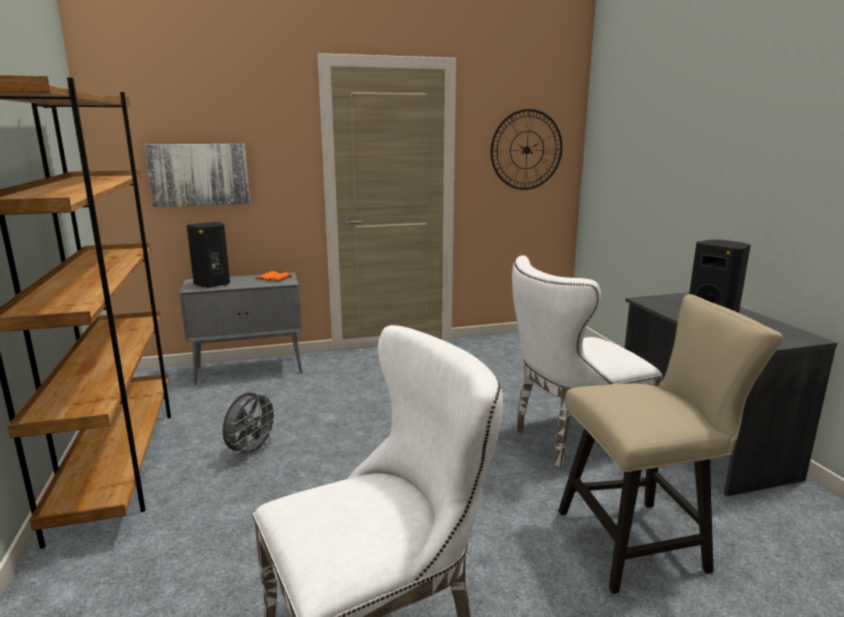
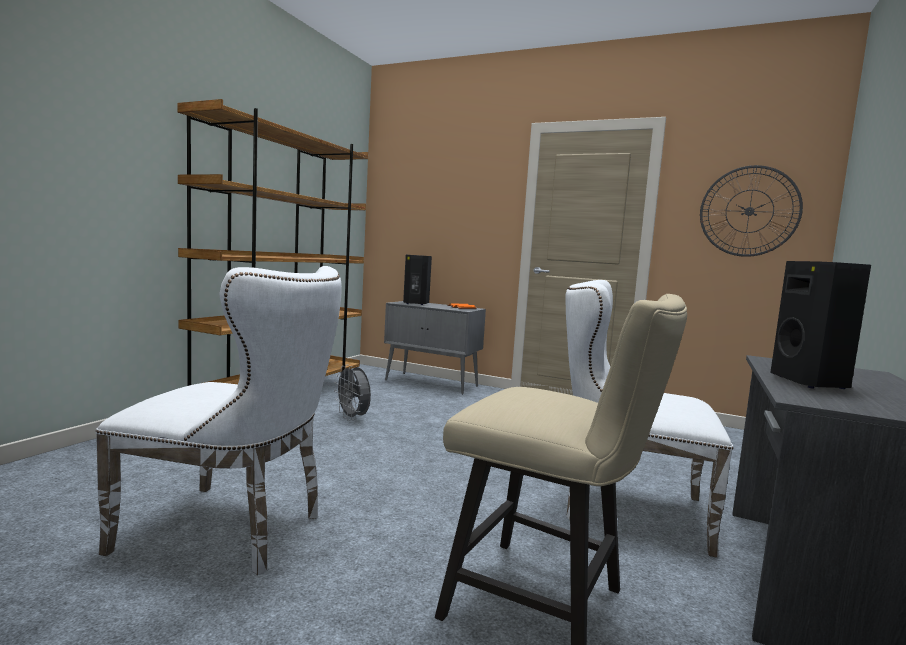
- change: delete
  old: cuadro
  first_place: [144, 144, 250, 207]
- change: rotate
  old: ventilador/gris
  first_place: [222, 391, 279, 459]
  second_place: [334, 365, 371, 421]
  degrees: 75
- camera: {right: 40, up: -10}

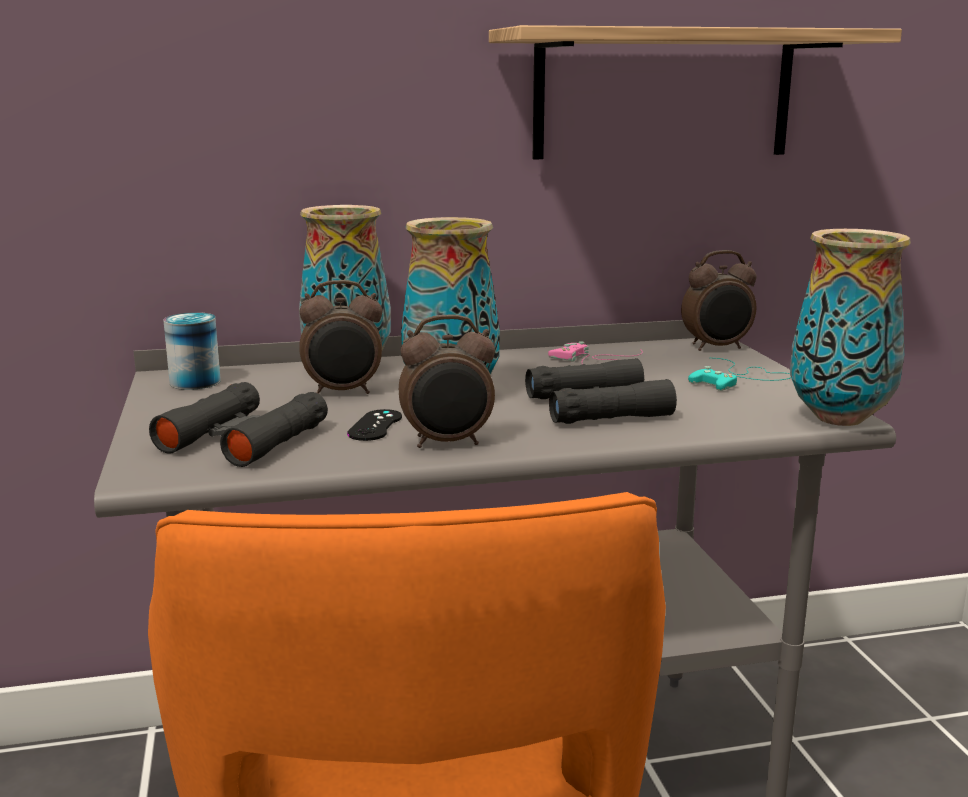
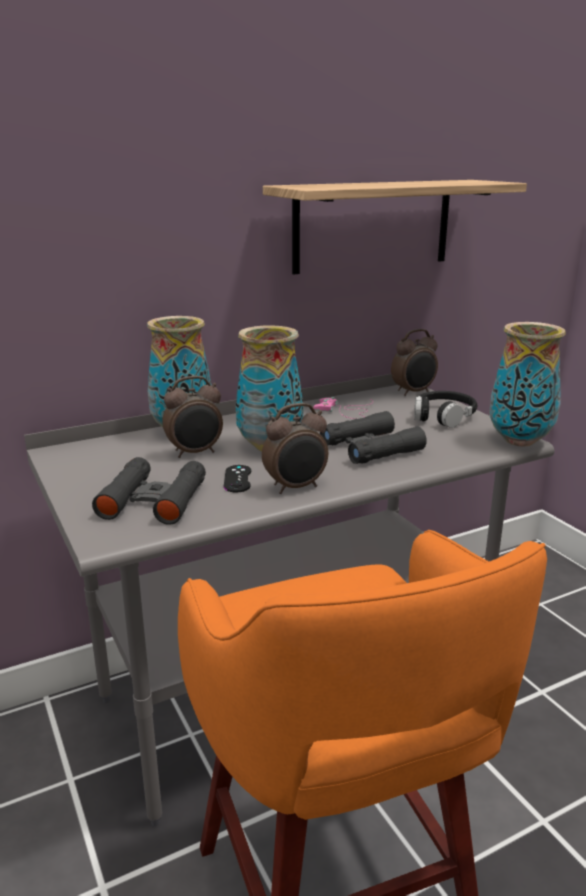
- change: delete
  old: lata
  first_place: [163, 312, 221, 390]
- change: replace
  old: mando de consola/turquesa
  new: auriculares/negro
  first_place: [688, 358, 791, 391]
  second_place: [414, 391, 477, 428]
- camera: {right: -15, up: 5}

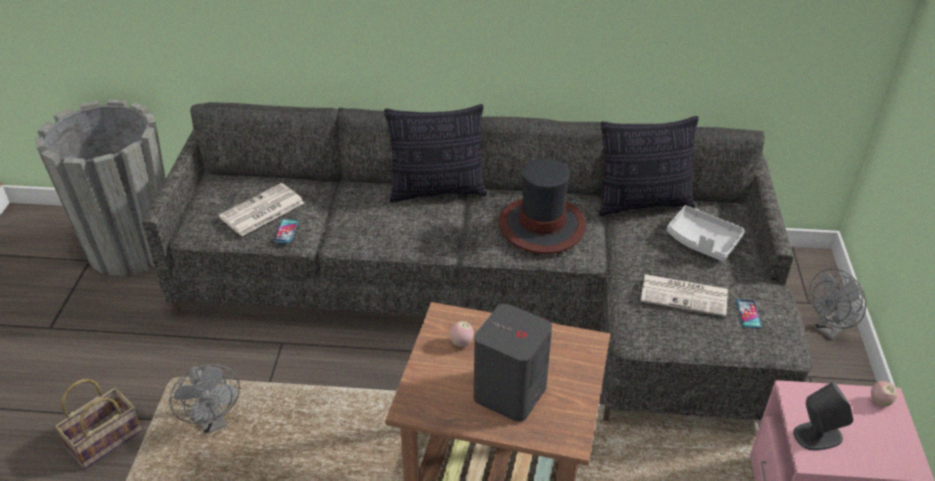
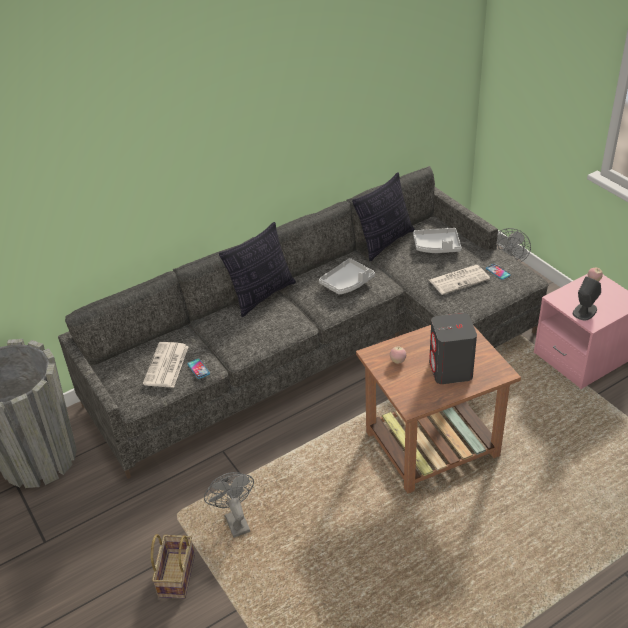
- change: replace
  old: sombrero
  new: bandeja/gris
  first_place: [498, 158, 586, 254]
  second_place: [319, 258, 375, 295]
- change: rotate
  old: ventilador/gris
  first_place: [170, 365, 240, 435]
  second_place: [204, 472, 254, 538]
  degrees: -135
- camera: {right: -35, up: 0}

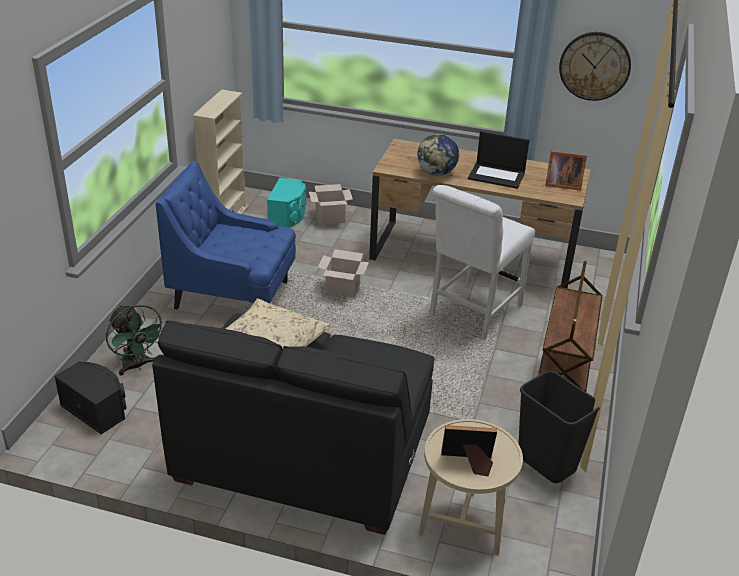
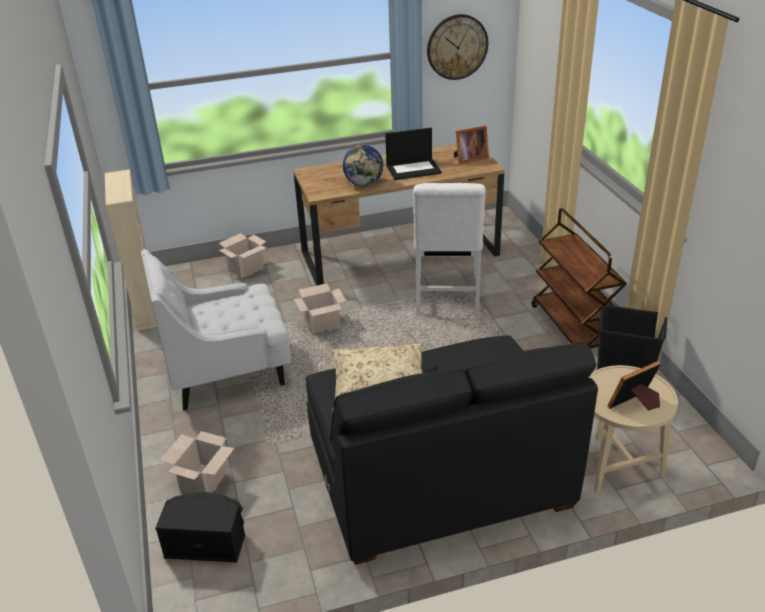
- change: recolor
  old: sillón/azul
  new: sillón/blanco
  first_place: [155, 161, 296, 310]
  second_place: [141, 249, 291, 411]
- change: delete
  old: altavoz/turquesa
  first_place: [267, 178, 306, 228]
- change: replace
  old: ventilador/verde
  new: caja de cartón
  first_place: [106, 305, 165, 376]
  second_place: [160, 431, 235, 493]
- camera: {right: -30, up: 0}

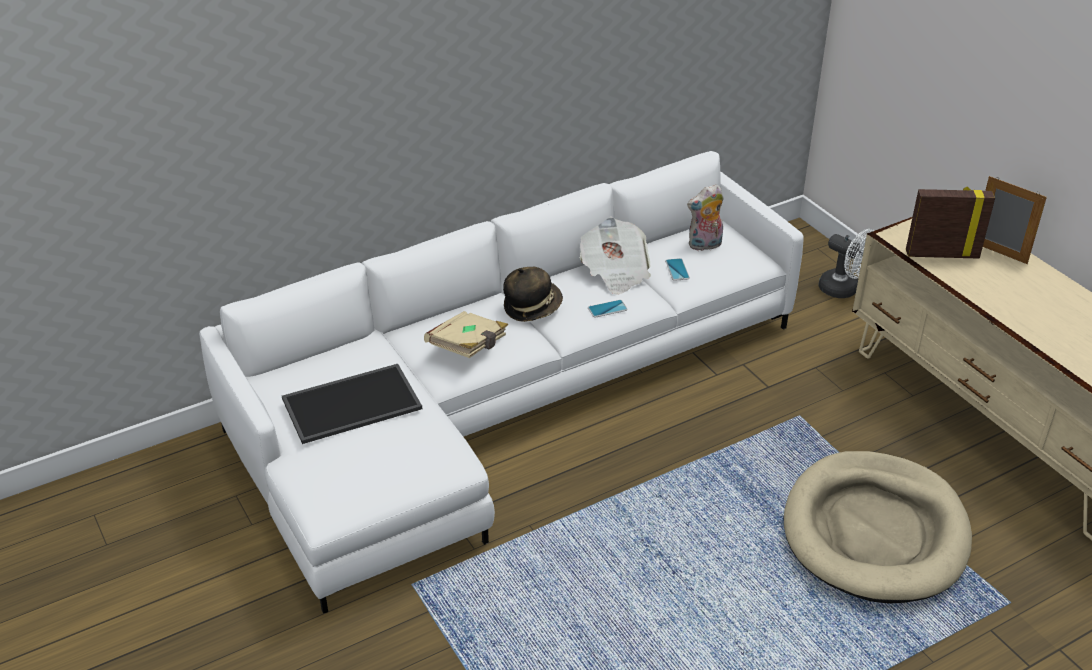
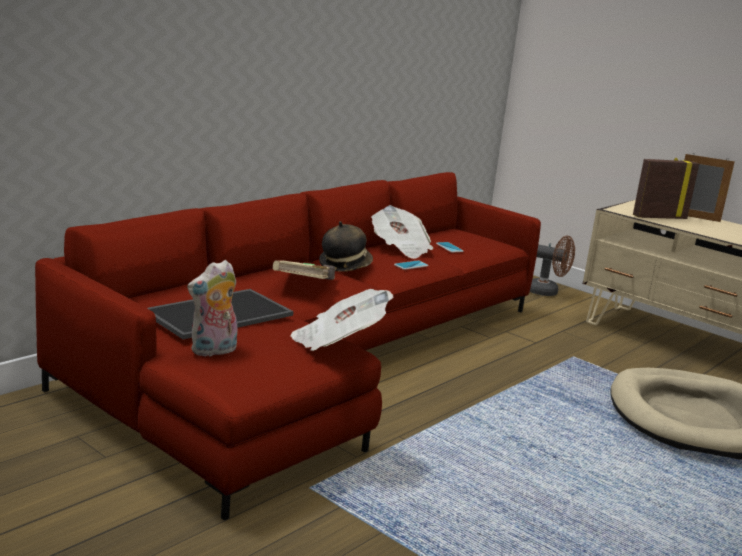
- change: recolor
  old: sofá/blanco
  new: sofá/rojo
  first_place: [199, 151, 804, 614]
  second_place: [35, 172, 541, 521]
- change: move
  old: peluche
  first_place: [687, 184, 724, 251]
  second_place: [187, 260, 238, 357]
- change: recolor
  old: ventilador/blanco
  new: ventilador/marrón
  first_place: [818, 229, 875, 298]
  second_place: [530, 236, 575, 296]
- change: insert
  new: periódico
  second_place: [290, 289, 394, 351]
- camera: {right: -20, up: -20}

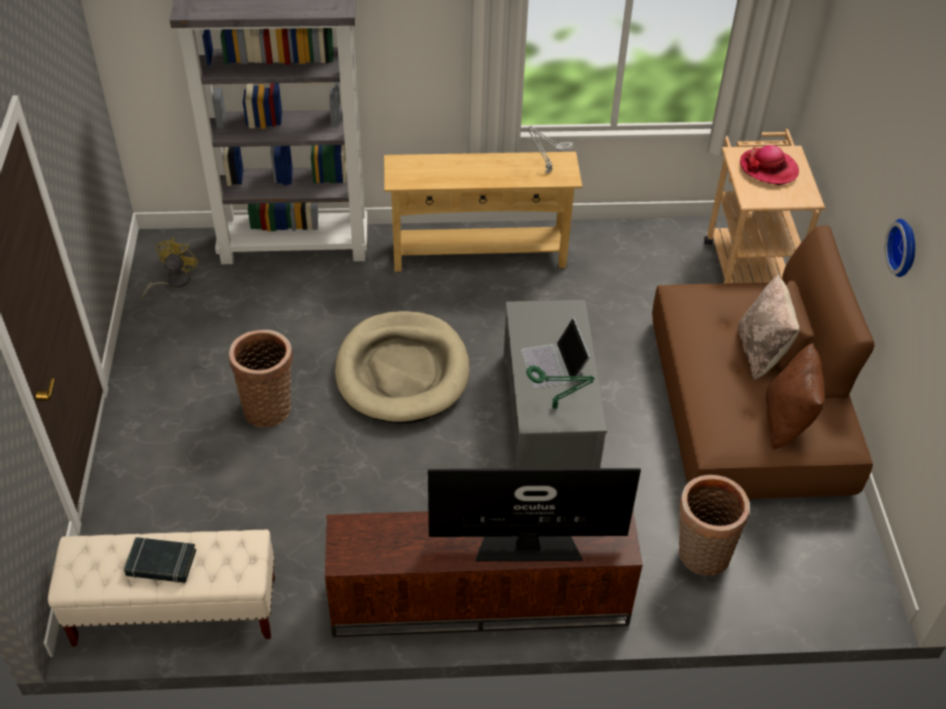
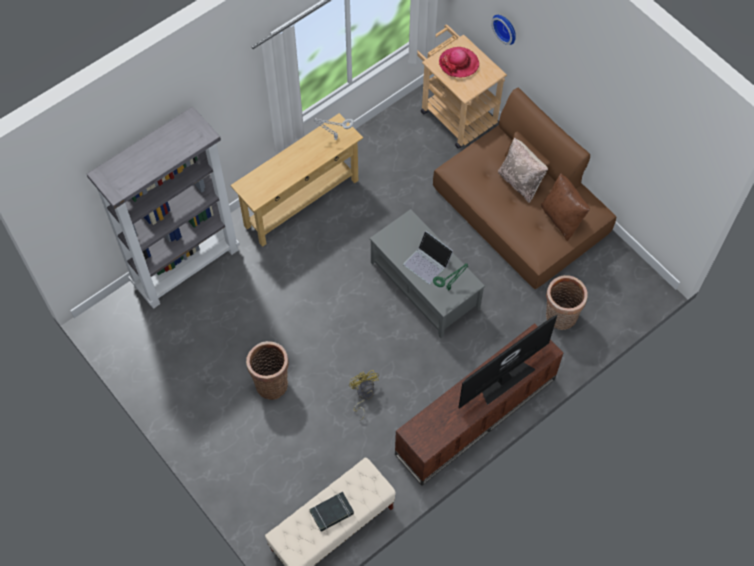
- change: move
  old: reloj de pared
  first_place: [885, 219, 915, 277]
  second_place: [491, 15, 516, 45]
- change: move
  old: ventilador/amarillo
  first_place: [142, 238, 199, 300]
  second_place: [349, 370, 379, 421]
- change: delete
  old: cama para perro/beis
  first_place: [335, 311, 469, 424]
- camera: {right: -35, up: 15}

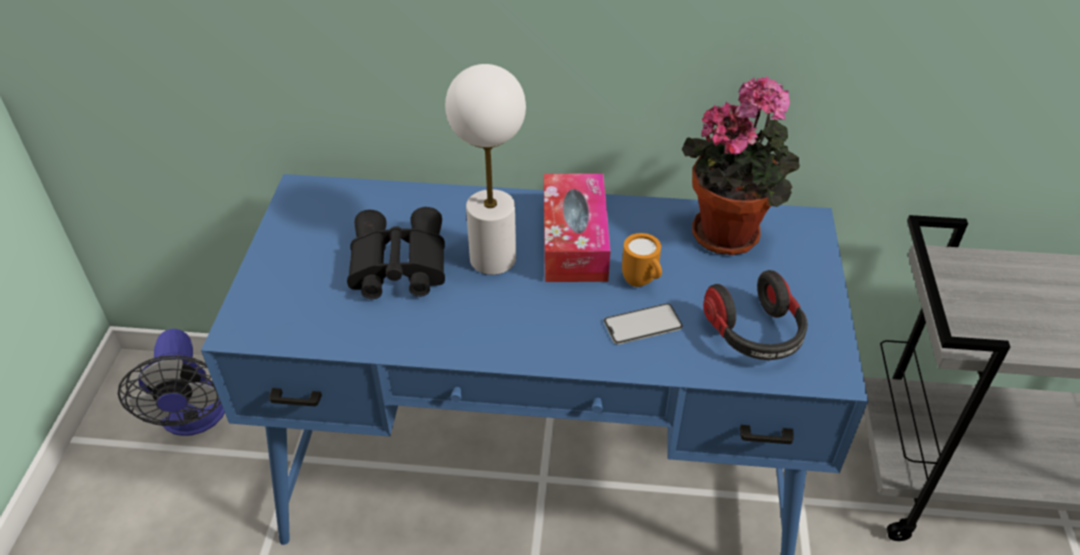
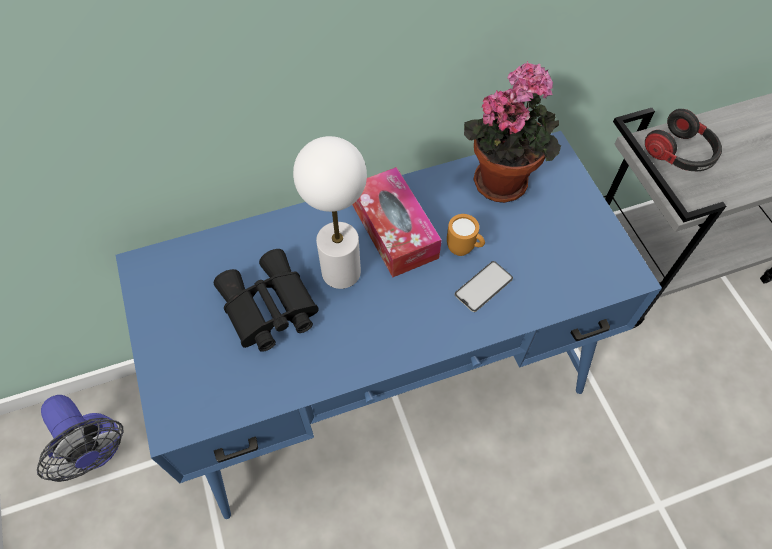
- change: move
  old: auriculares
  first_place: [703, 270, 808, 360]
  second_place: [645, 109, 722, 171]
- camera: {right: -25, up: 15}

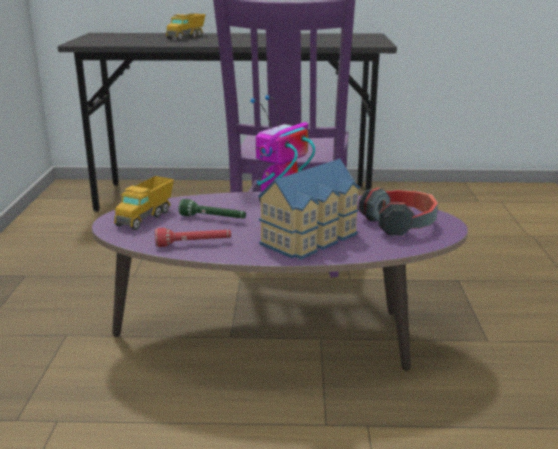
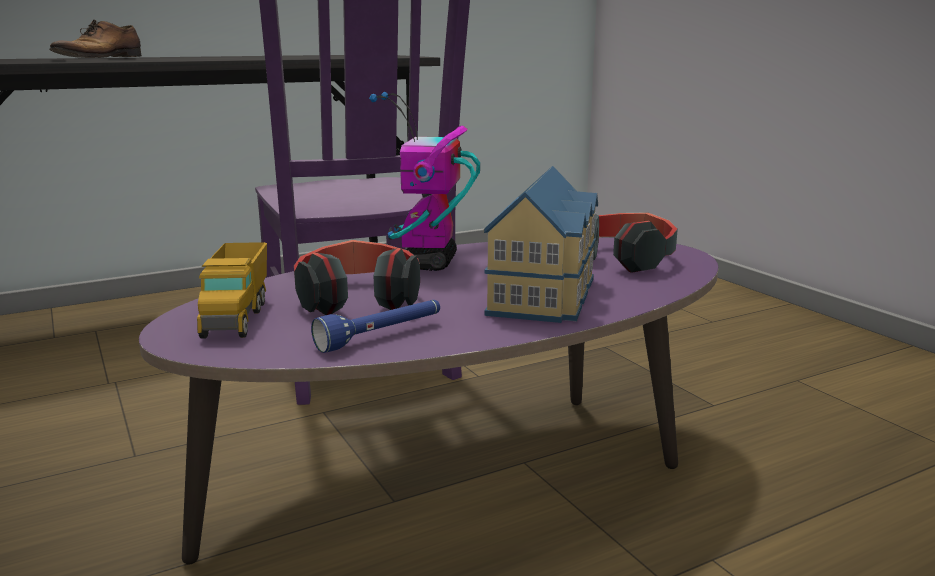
- change: replace
  old: camión de juguete
  new: zapato
  first_place: [166, 13, 206, 40]
  second_place: [49, 19, 141, 58]
- change: replace
  old: linterna/verde
  new: auriculares
  first_place: [179, 199, 246, 219]
  second_place: [294, 240, 420, 315]
- change: recolor
  old: linterna/rojo
  new: linterna/azul
  first_place: [155, 228, 231, 247]
  second_place: [311, 300, 440, 353]
- camera: {right: -30, up: -5}

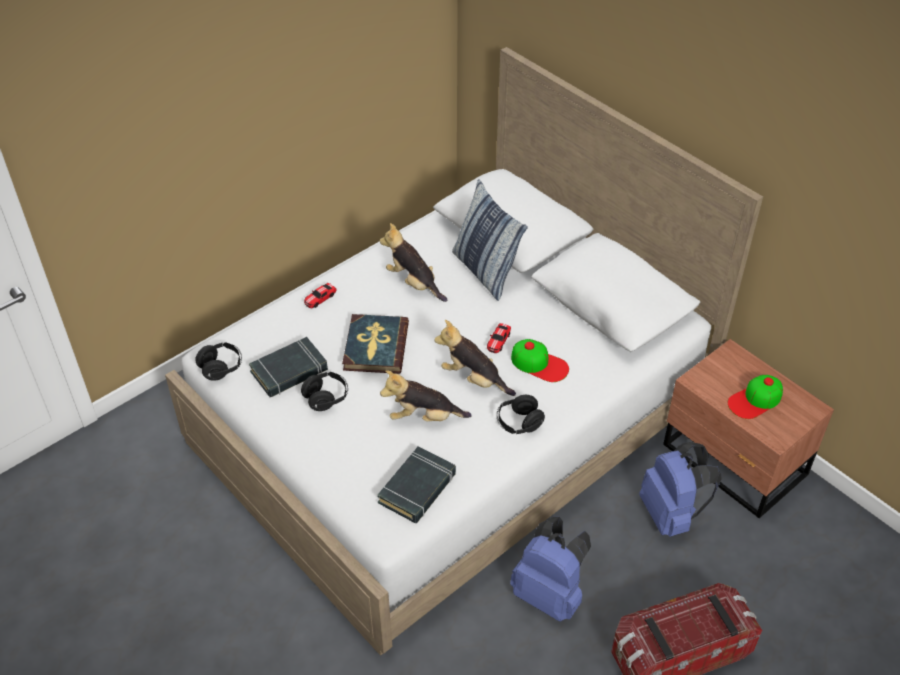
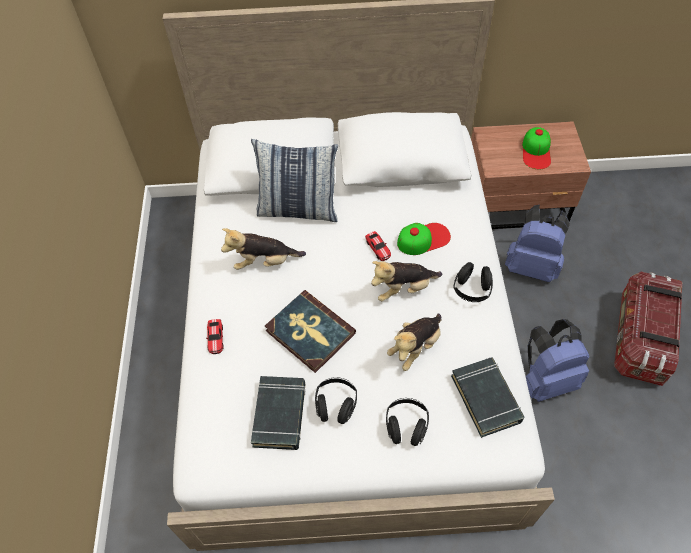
- change: move
  old: auriculares/negro
  first_place: [195, 342, 242, 381]
  second_place: [386, 398, 429, 446]
- camera: {right: -50, up: 10}

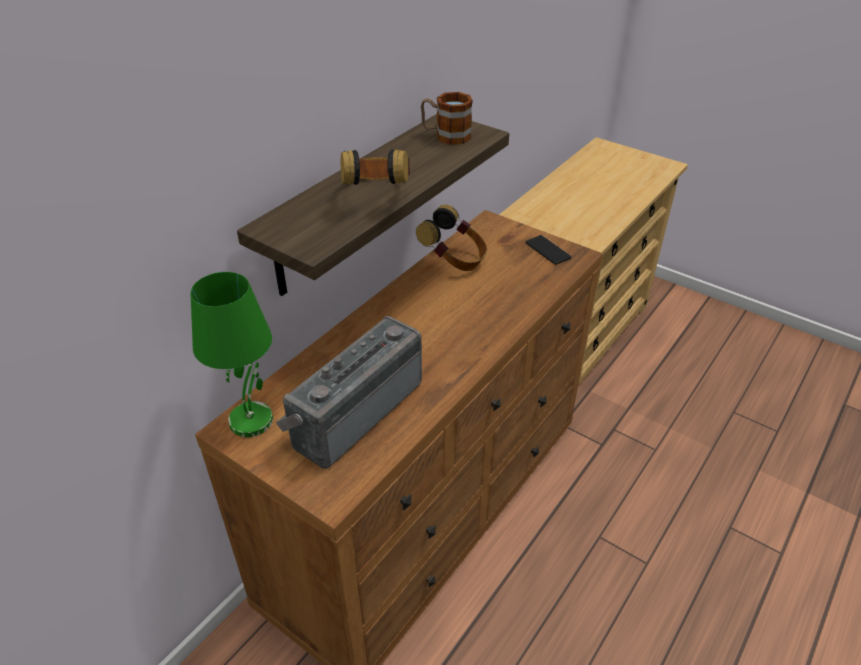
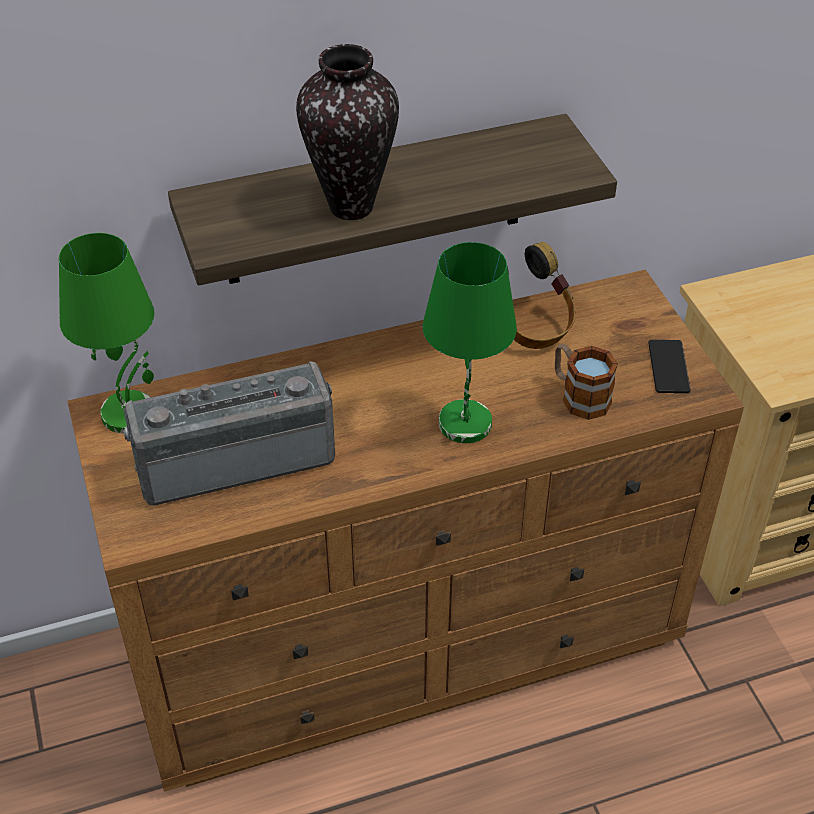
- change: move
  old: taza grande
  first_place: [421, 92, 473, 145]
  second_place: [555, 344, 618, 420]
- change: replace
  old: auriculares
  new: florero
  first_place: [341, 149, 410, 185]
  second_place: [296, 44, 399, 220]
- change: insert
  new: lámpara de mesa/verde
  second_place: [422, 242, 517, 443]
- camera: {right: 35, up: 5}

